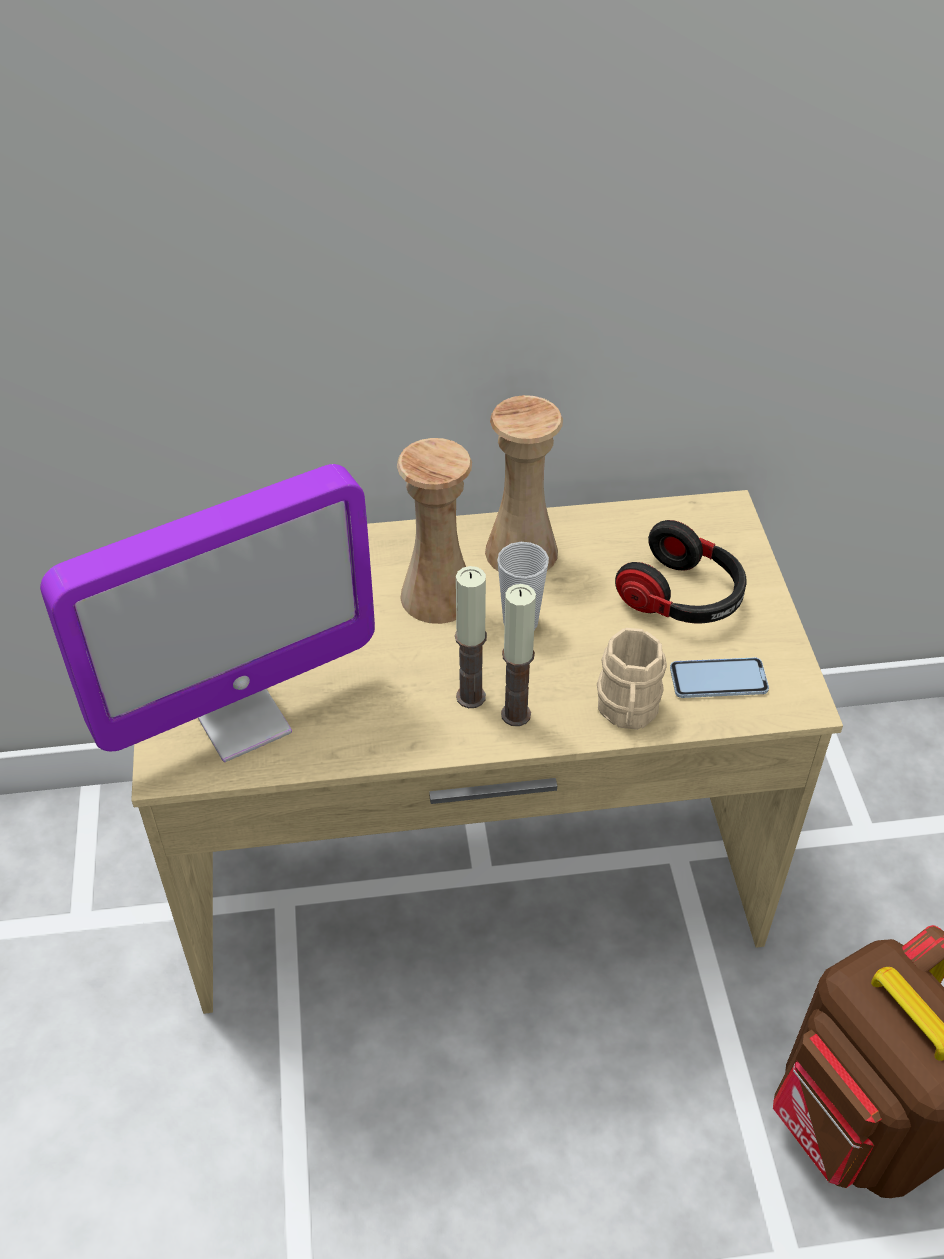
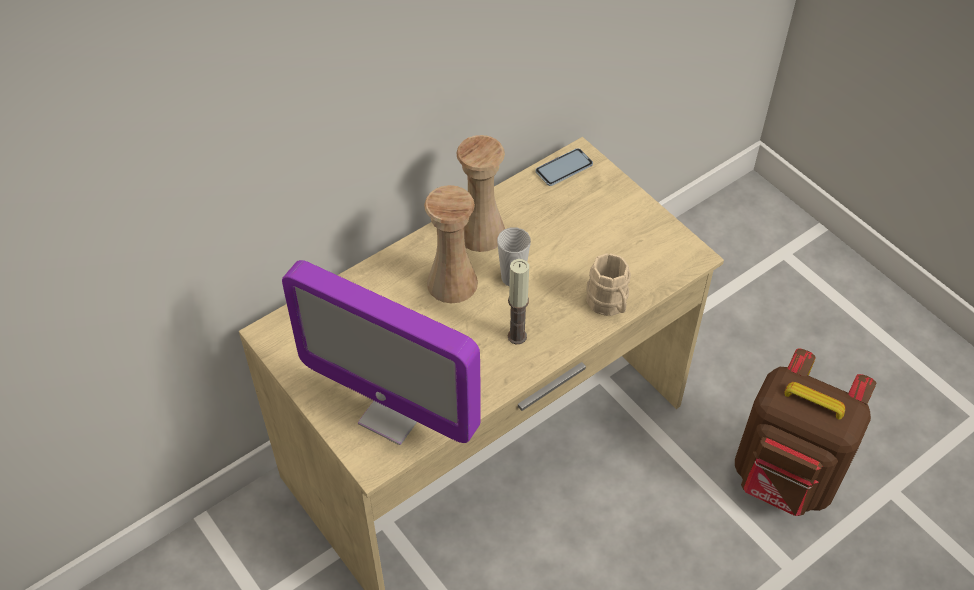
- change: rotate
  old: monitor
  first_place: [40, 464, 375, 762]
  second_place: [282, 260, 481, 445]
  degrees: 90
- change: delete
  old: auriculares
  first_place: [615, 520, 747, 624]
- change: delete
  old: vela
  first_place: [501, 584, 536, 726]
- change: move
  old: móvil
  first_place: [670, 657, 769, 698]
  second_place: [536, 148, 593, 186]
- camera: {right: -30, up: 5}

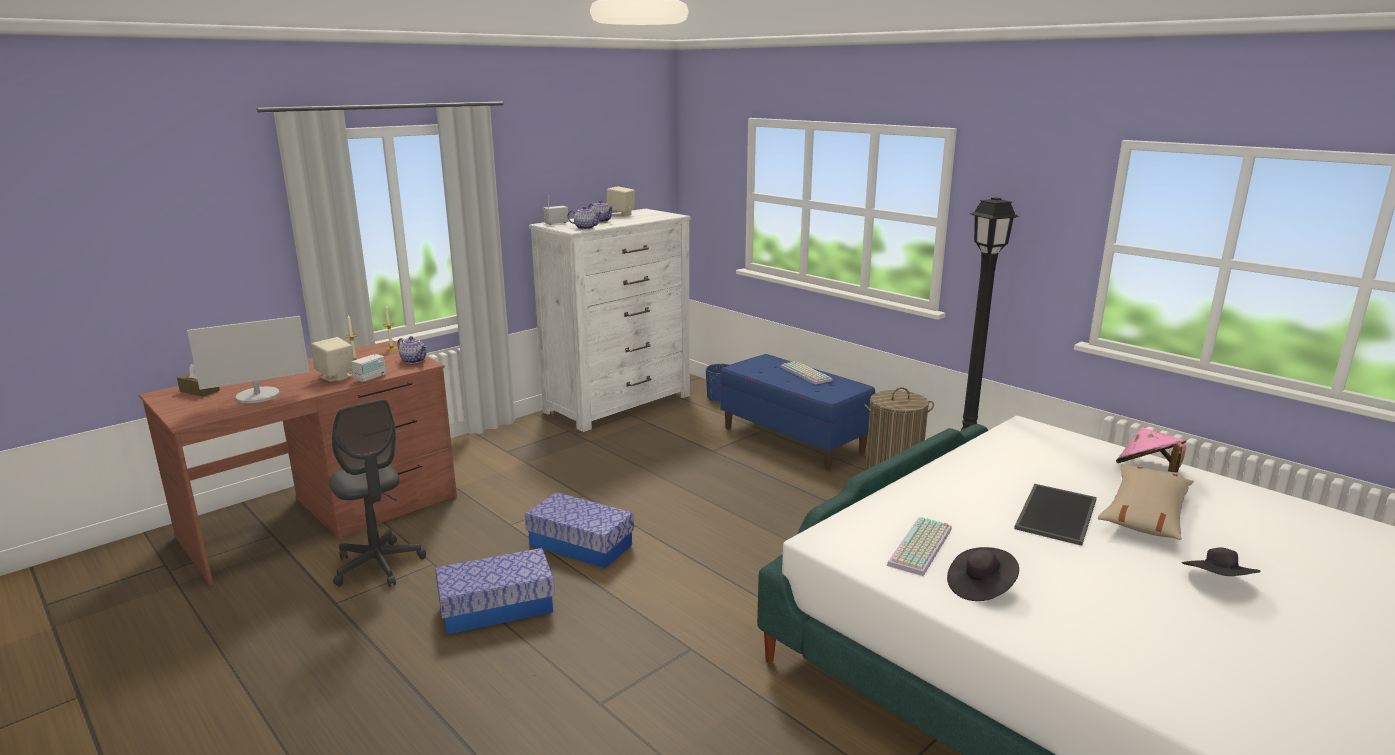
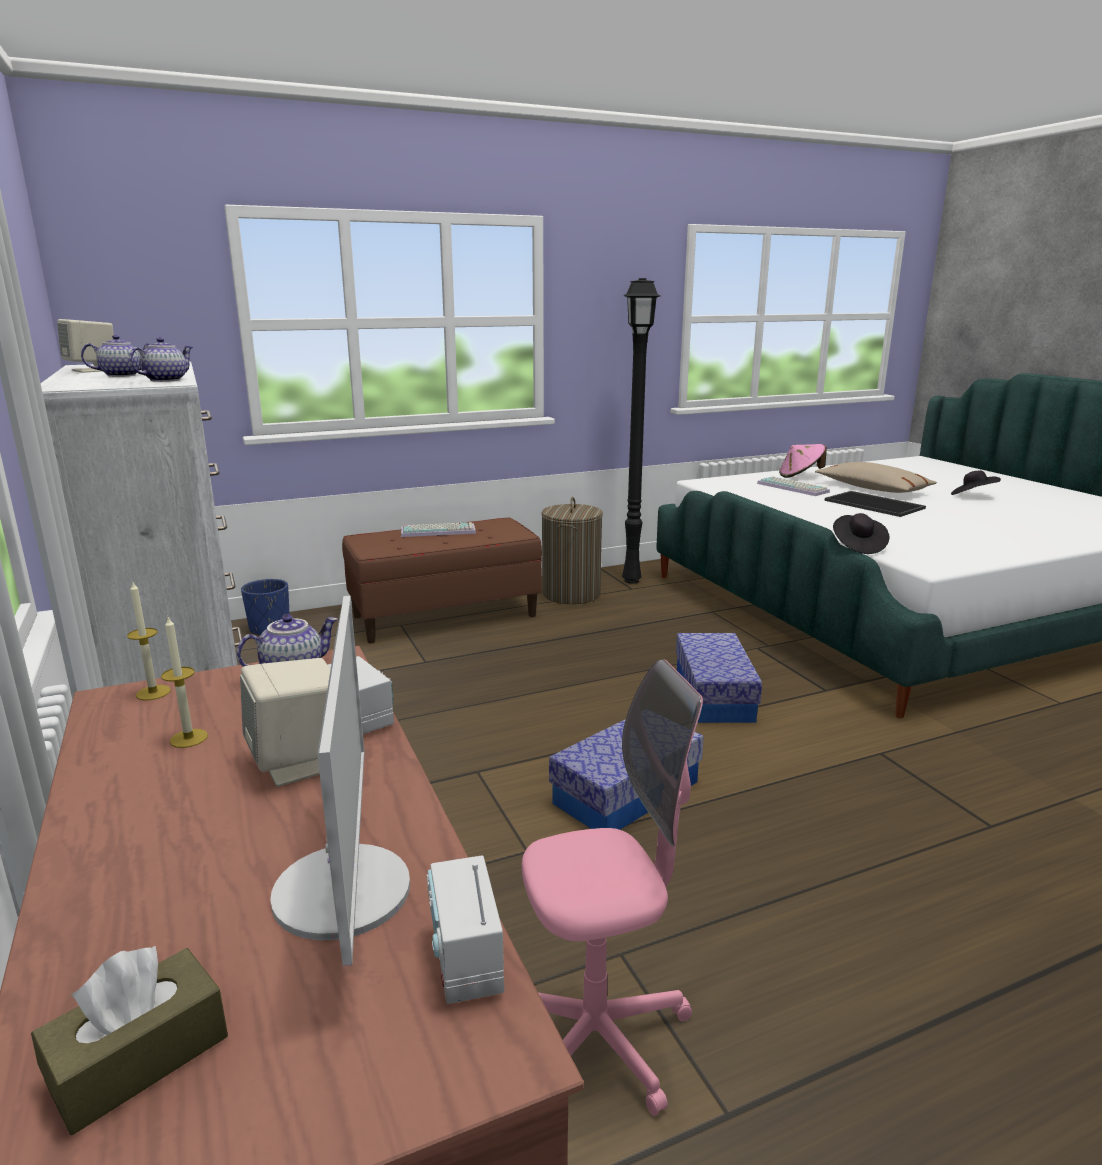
- change: move
  old: radio
  first_place: [543, 195, 569, 225]
  second_place: [427, 856, 504, 1004]
- change: recolor
  old: banco/azul
  new: banco/marrón
  first_place: [720, 354, 875, 470]
  second_place: [342, 518, 542, 643]
- change: recolor
  old: silla de oficina/gris
  new: silla de oficina/rosa
  first_place: [329, 399, 426, 587]
  second_place: [522, 659, 703, 1116]
- change: move
  old: teclado
  first_place: [887, 517, 952, 576]
  second_place: [757, 476, 830, 496]
- change: move
  old: sombrero/negro
  first_place: [947, 547, 1019, 601]
  second_place: [833, 513, 889, 554]
- change: move
  old: caja de almacenaje
  first_place: [435, 548, 555, 635]
  second_place: [676, 633, 762, 723]
- camera: {right: -70, up: 0}

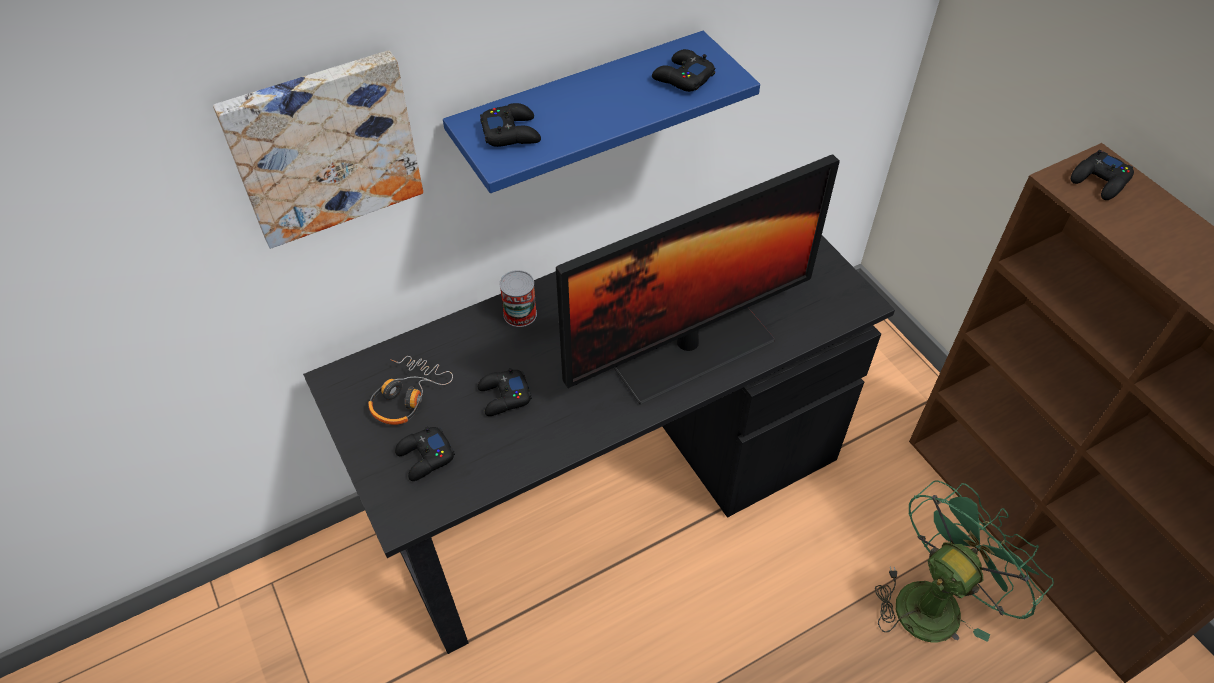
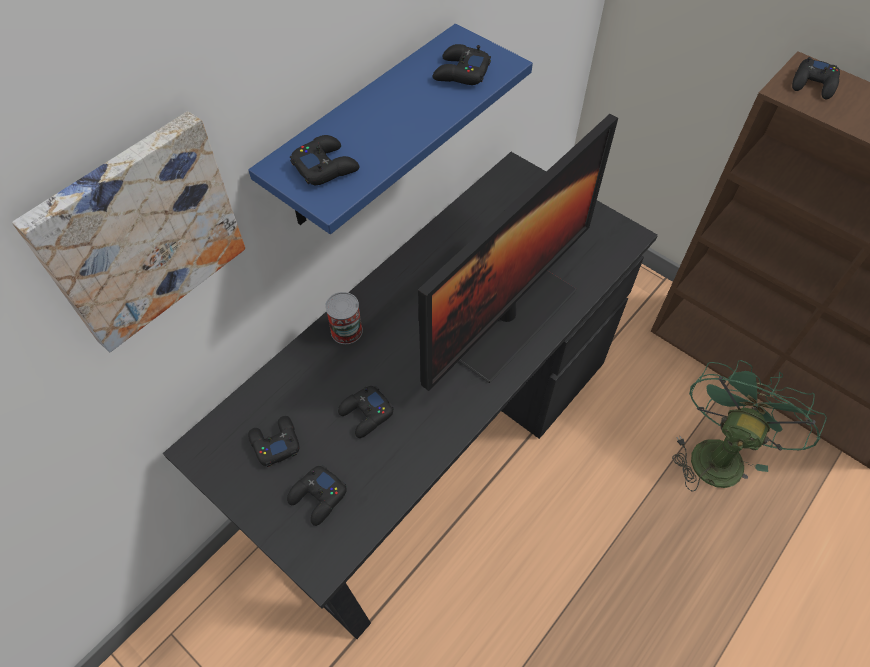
- change: replace
  old: auriculares
  new: mando de consola/negro
  first_place: [369, 356, 453, 425]
  second_place: [248, 416, 300, 467]
- camera: {right: -20, up: 5}

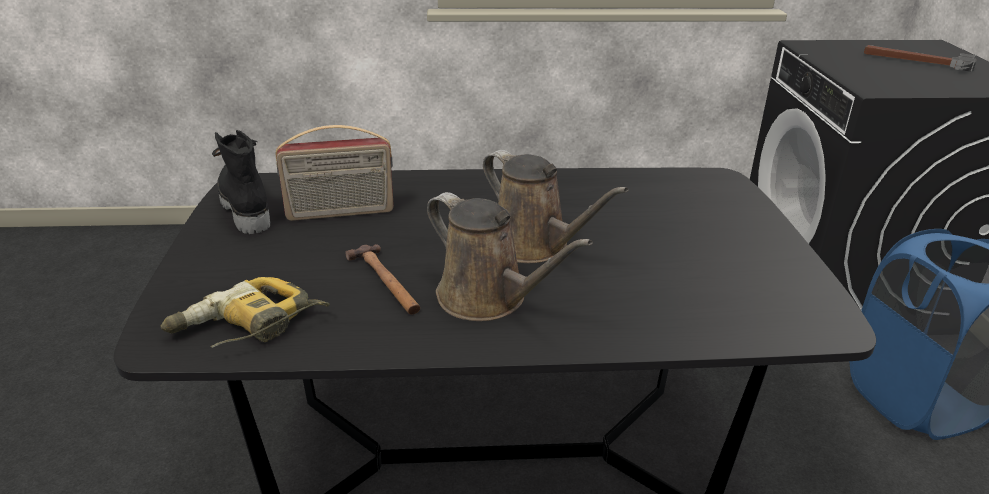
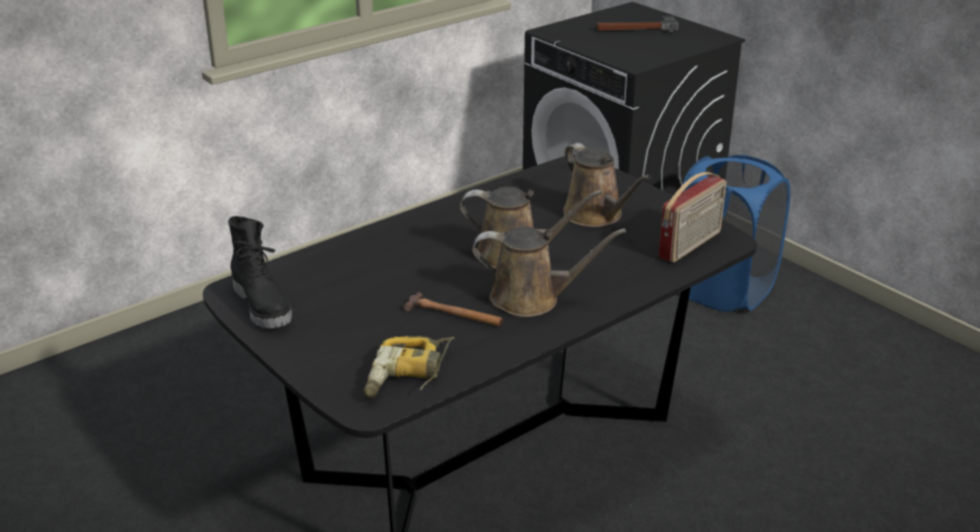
- change: move
  old: radio
  first_place: [276, 125, 394, 221]
  second_place: [658, 172, 727, 263]
- change: rotate
  old: bota/negro
  first_place: [212, 130, 271, 234]
  second_place: [228, 216, 292, 328]
  degrees: -150
- change: insert
  new: regadera/marrón
  second_place: [563, 143, 651, 227]
- camera: {right: -35, up: 0}

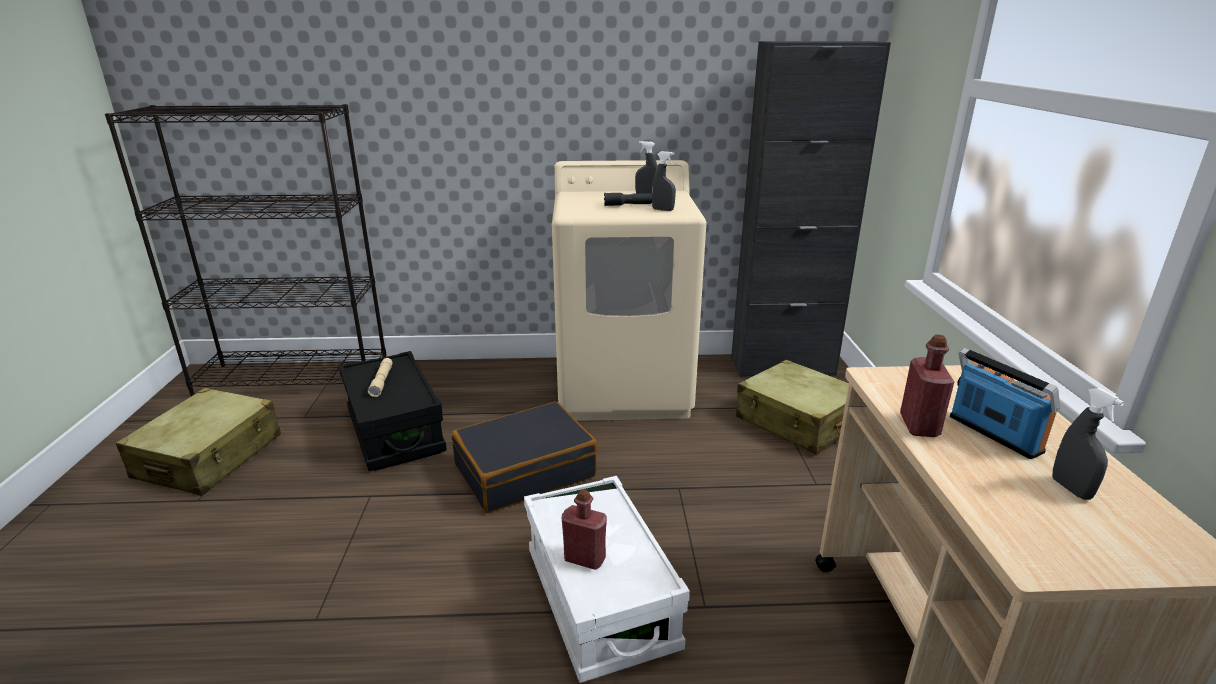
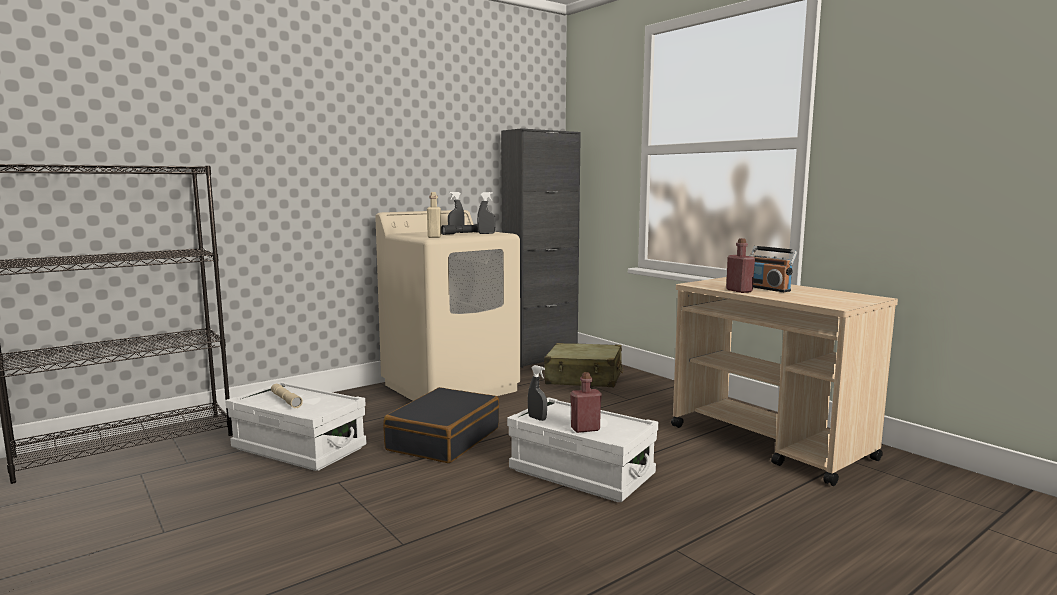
- change: rotate
  old: radio
  first_place: [950, 348, 1060, 459]
  second_place: [750, 246, 797, 292]
  degrees: -150
- change: recolor
  old: caja de almacenaje/negro
  new: caja de almacenaje/blanco
  first_place: [338, 351, 447, 471]
  second_place: [225, 381, 367, 471]
- change: delete
  old: maleta/beis
  first_place: [116, 388, 281, 496]
- change: move
  old: pulverizador/gris
  first_place: [1052, 388, 1124, 500]
  second_place: [528, 365, 547, 421]
- change: insert
  new: botella/beis
  second_place: [427, 192, 441, 238]
- camera: {right: -35, up: -15}

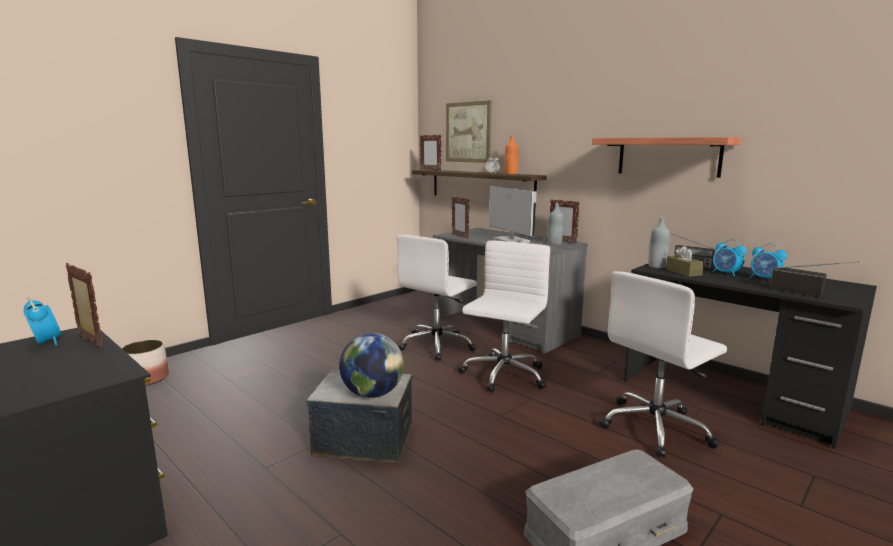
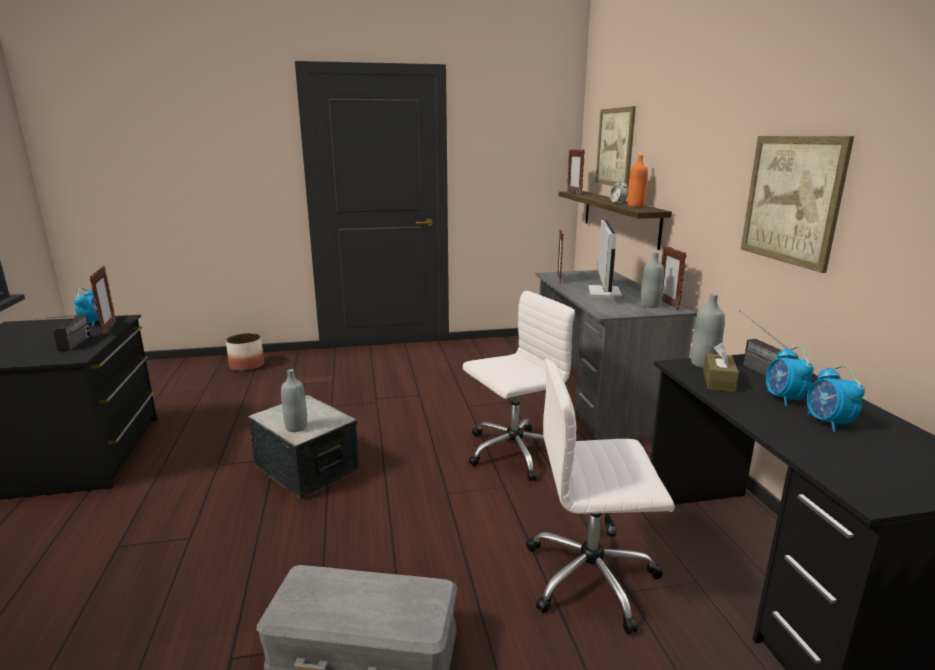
- change: replace
  old: estante
  new: cuadro
  first_place: [592, 137, 742, 178]
  second_place: [741, 136, 854, 273]
- change: delete
  old: silla de oficina/blanco
  first_place: [397, 235, 477, 361]
- change: move
  old: radio
  first_place: [770, 262, 858, 297]
  second_place: [35, 315, 92, 351]
- change: replace
  old: globo terráqueo
  new: botella/gris
  first_place: [339, 333, 404, 398]
  second_place: [281, 369, 307, 432]
- camera: {right: 35, up: 5}

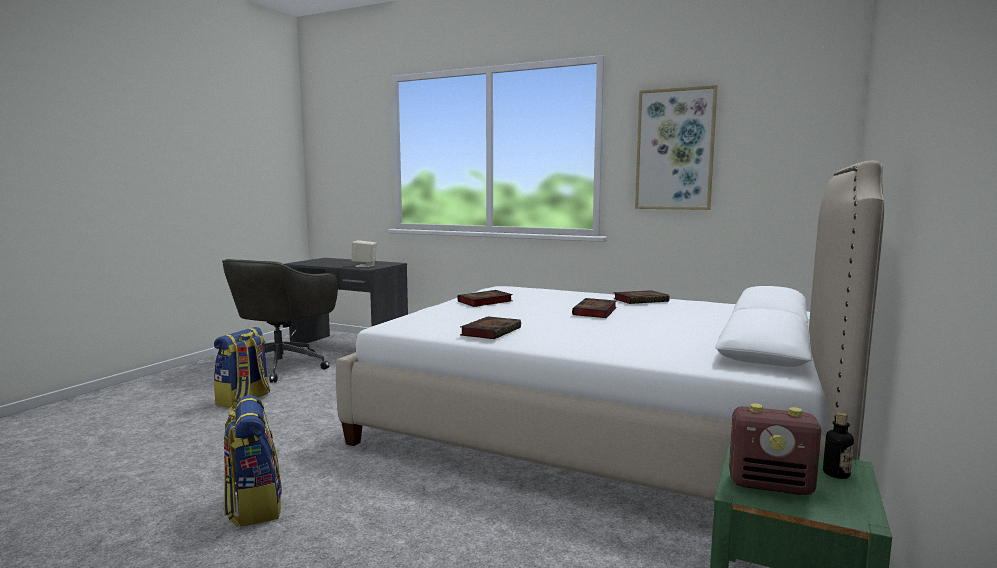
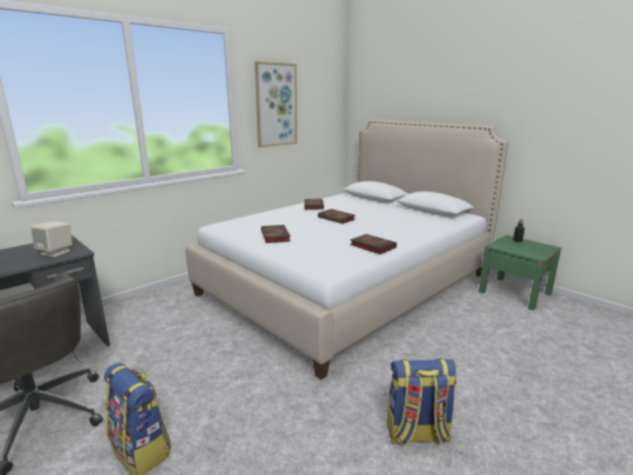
- change: delete
  old: radio
  first_place: [729, 403, 821, 495]
- camera: {right: -70, up: 10}

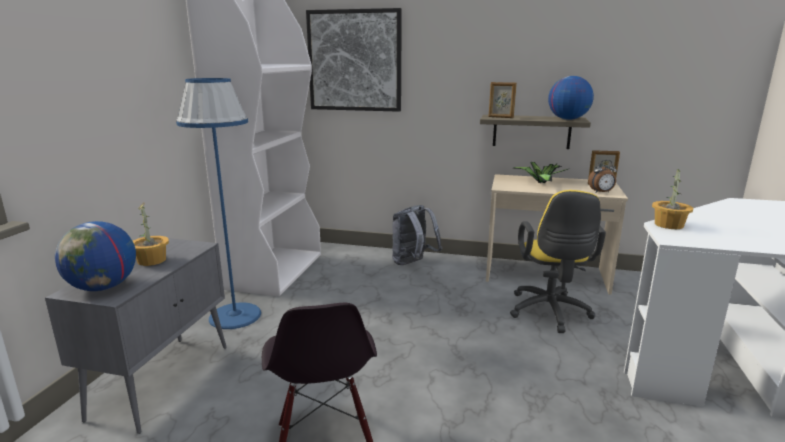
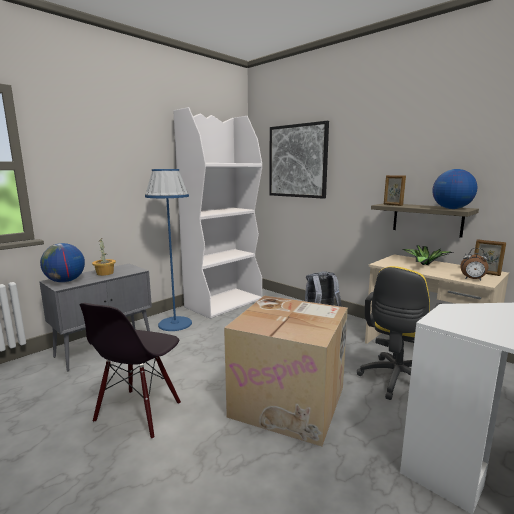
- change: delete
  old: planta en maceta
  first_place: [652, 168, 693, 229]
- change: insert
  new: caja de cartón
  second_place: [224, 295, 348, 446]
- camera: {right: 30, up: -5}

